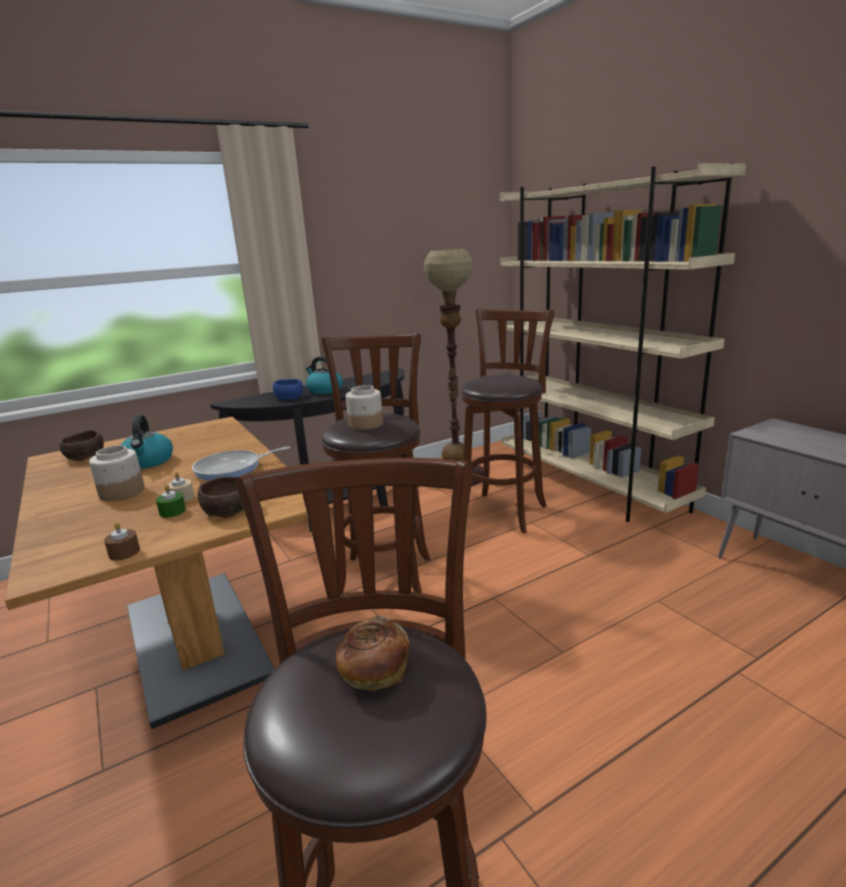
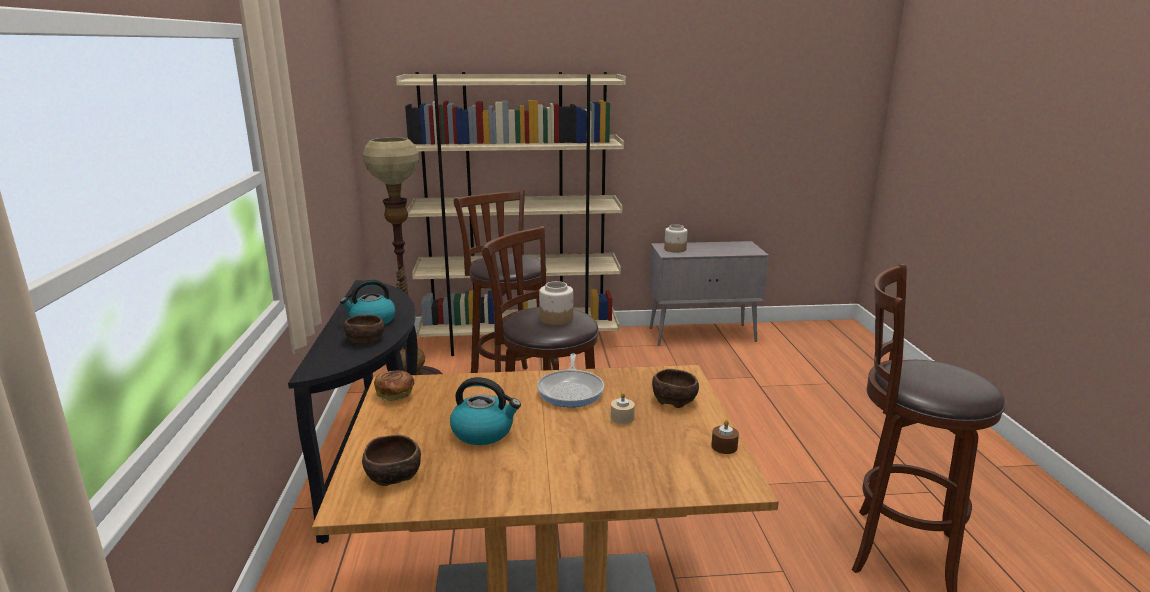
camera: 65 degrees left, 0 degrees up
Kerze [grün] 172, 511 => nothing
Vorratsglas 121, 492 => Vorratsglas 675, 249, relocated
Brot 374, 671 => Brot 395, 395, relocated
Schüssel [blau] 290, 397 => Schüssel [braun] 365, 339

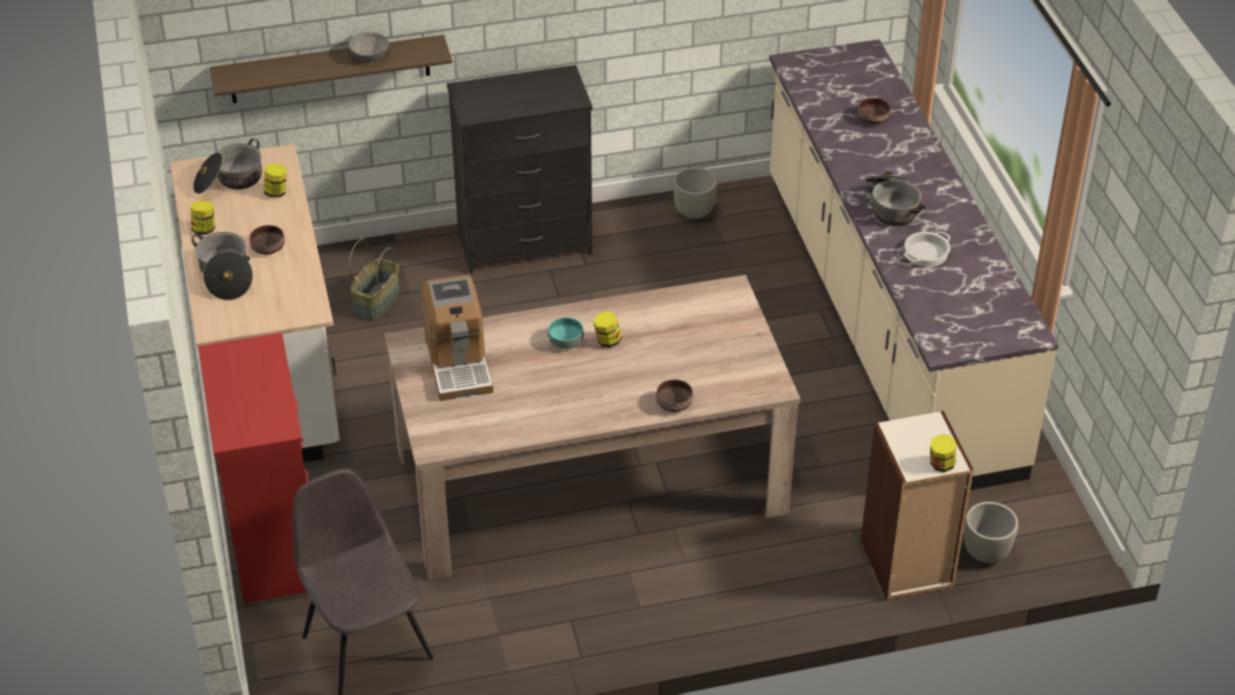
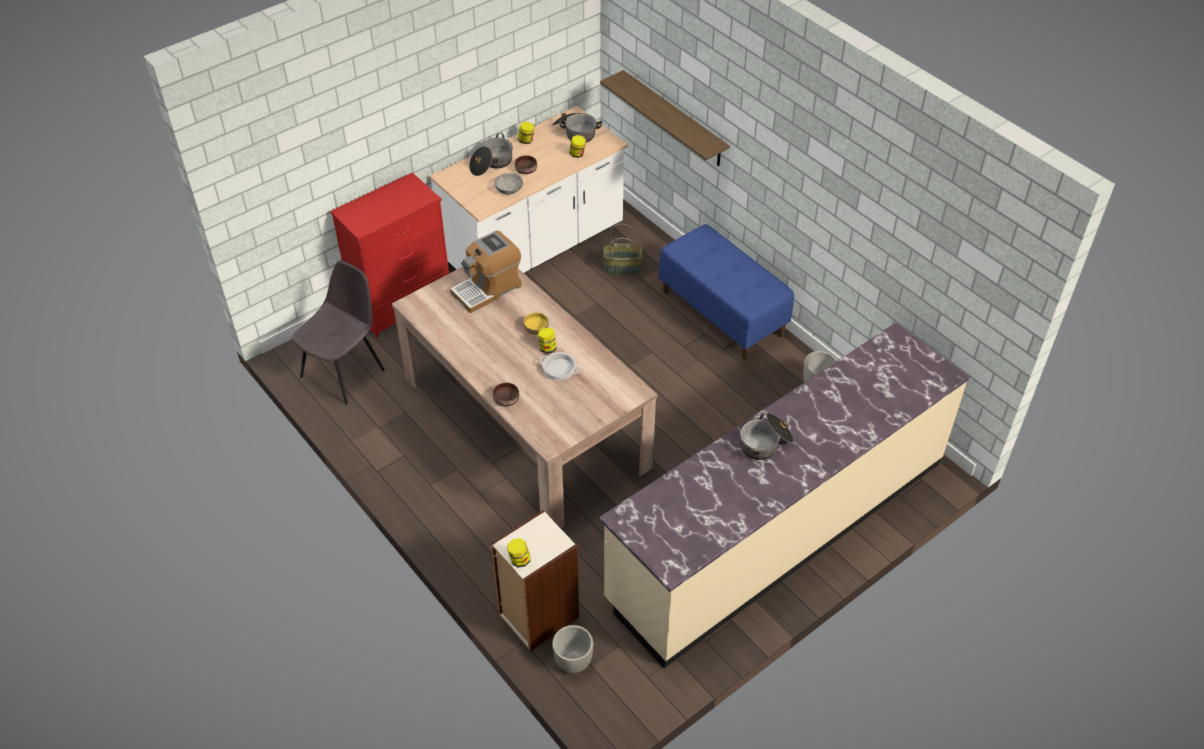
camera: 65 degrees right, 5 degrees up
Schüssel [braun] 874, 118 => nothing
Schüssel [grau] 369, 55 => Schüssel [grau] 508, 189, relocated
Kochtopf 926, 254 => Kochtopf 559, 369, relocated
Kommode [schwarz] 526, 243 => Bank [blau] 723, 313
Schüssel [türkis] 565, 341 => Schüssel [gelb] 535, 329

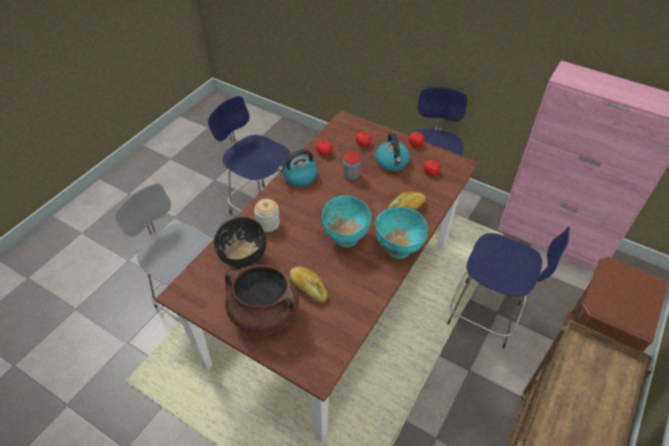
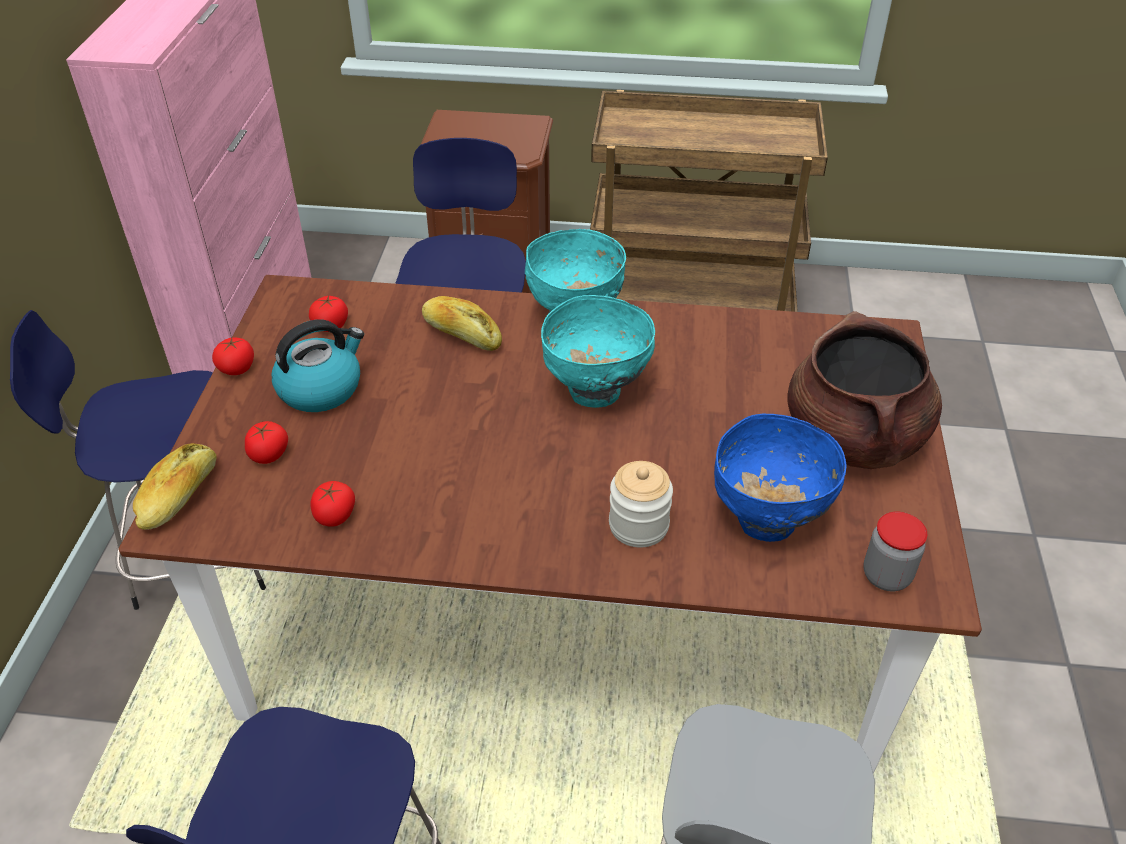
camera: 115 degrees left, 5 degrees down
Wasserkessel 299, 177 => nothing
Brot 308, 287 => Brot 179, 496, relocated
Vorratsglas 351, 175 => Vorratsglas 886, 576, relocated
Schüssel [schwarz] 244, 261 => Schüssel [blau] 767, 520

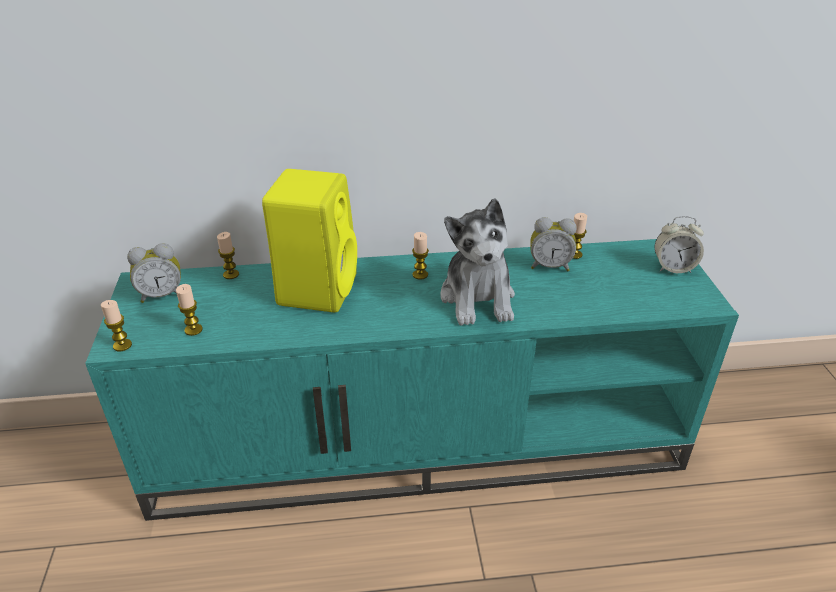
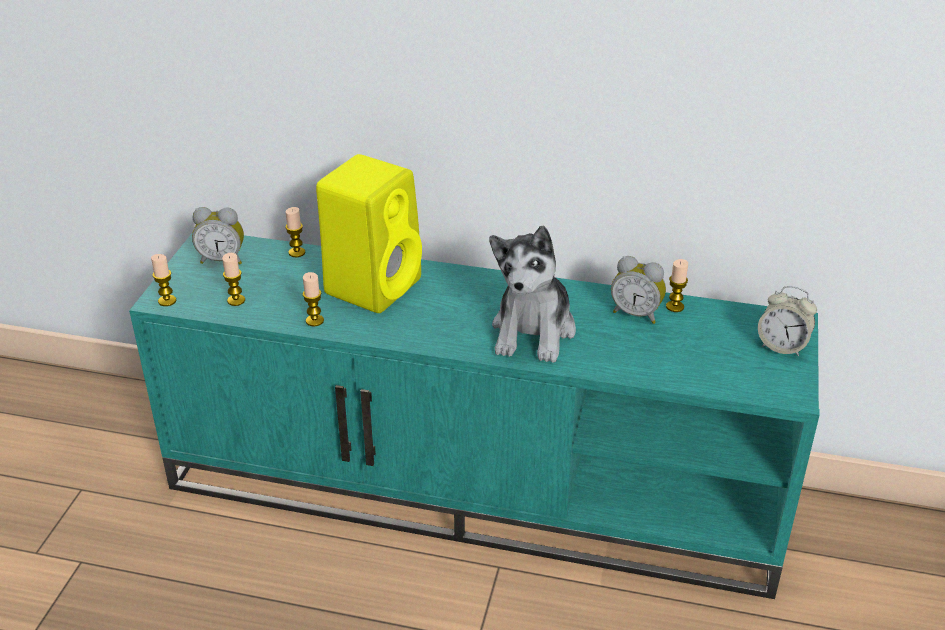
camera: 20 degrees right, 0 degrees up
Kerze 420, 275 => Kerze 314, 321, relocated

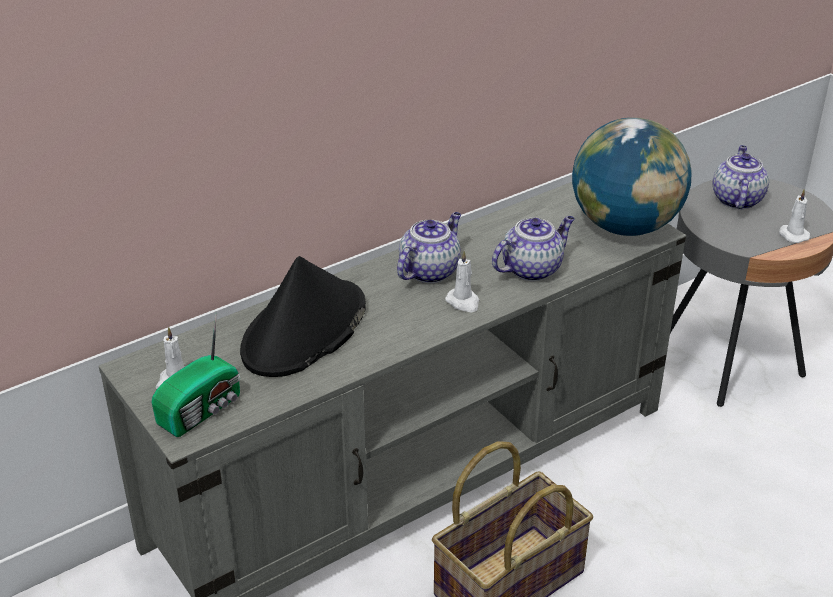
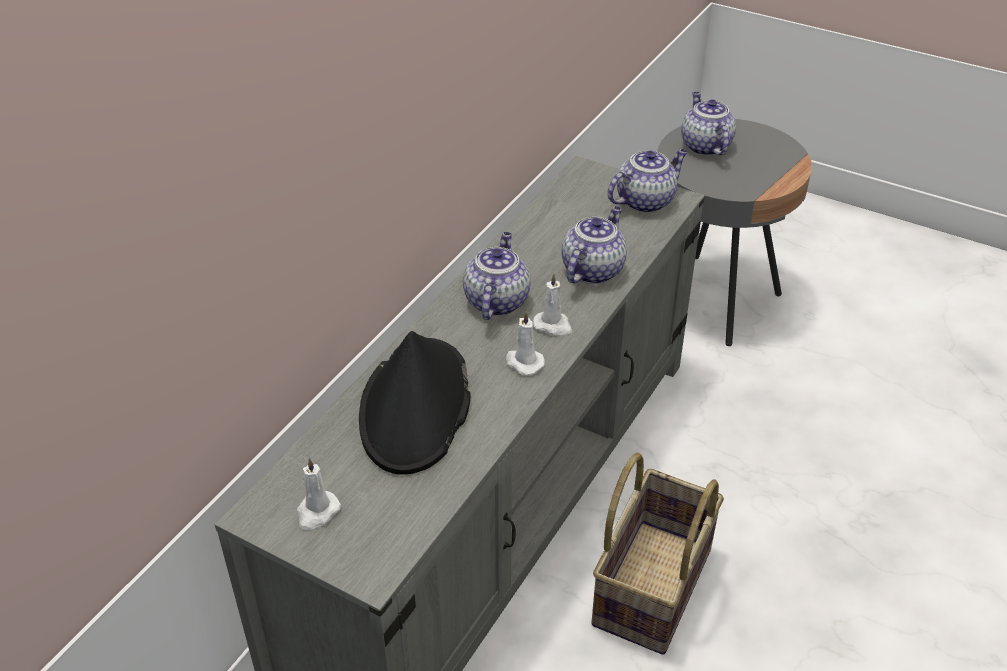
camera: 25 degrees left, 5 degrees up
Radio 203, 410 => nothing
Kerze [weiß] 792, 235 => Kerze [weiß] 523, 362, relocated
Globus 625, 226 => Teekanne 645, 201

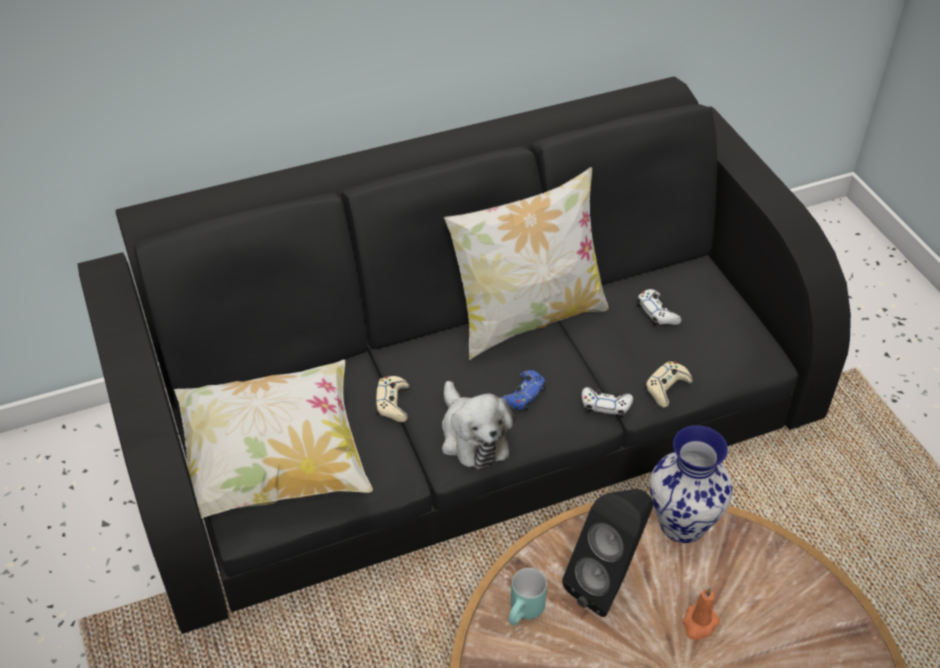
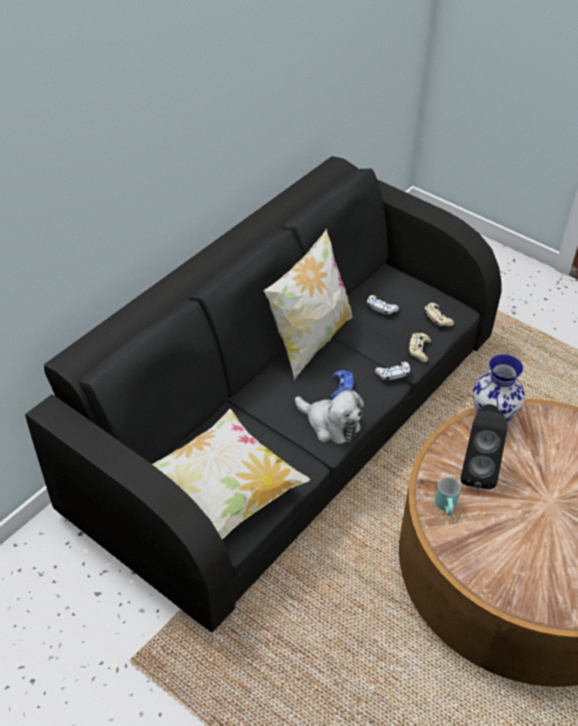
camera: 30 degrees left, 0 degrees up
Kerze [orange] 699, 624 => nothing
Gamepad [beige] 392, 403 => Gamepad [beige] 437, 318, relocated

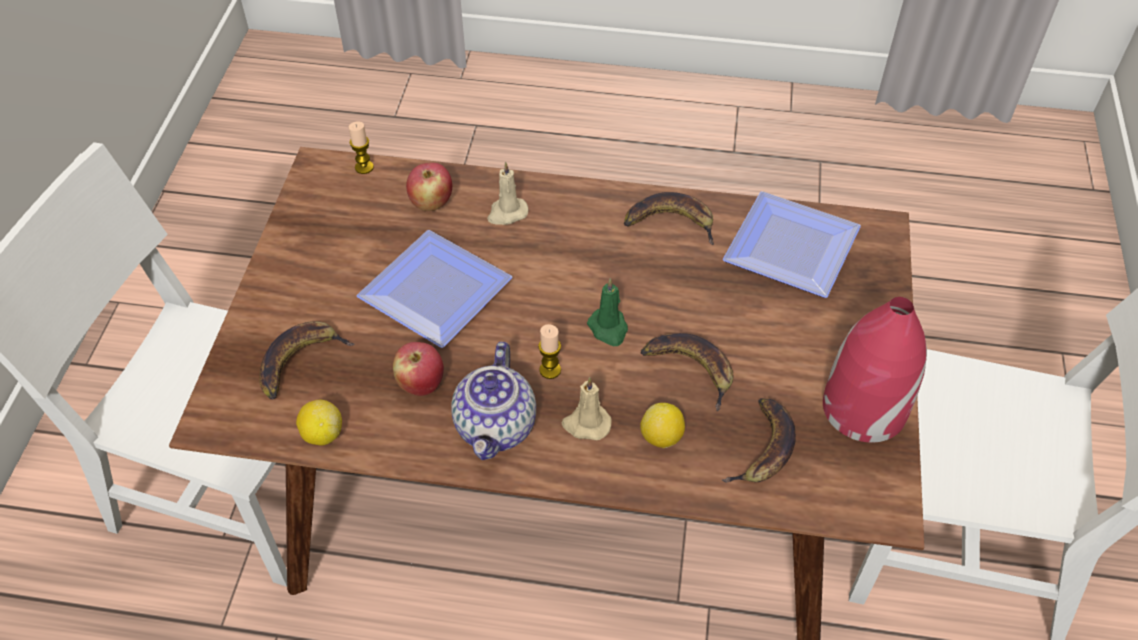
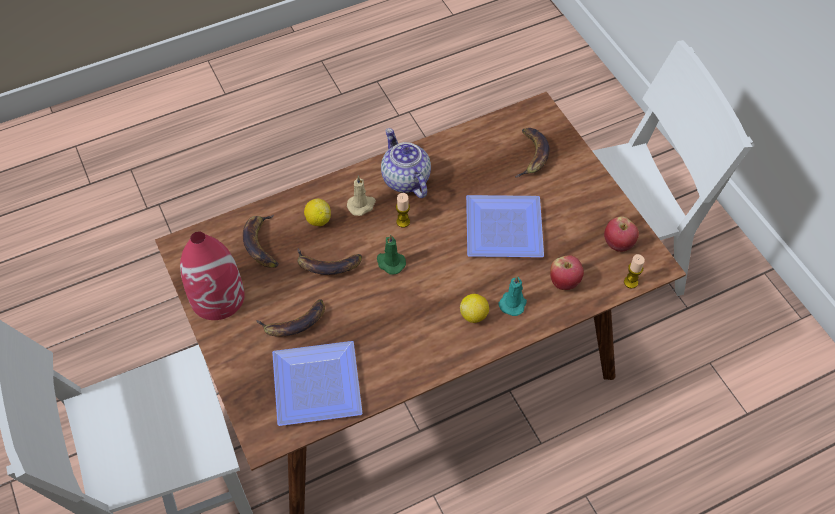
camera: 145 degrees right, 5 degrees up
Zitrone 322, 434 => Zitrone 474, 315, relocated
Apfel 420, 384 => Apfel 618, 244, relocated
Banane 671, 222 => Banane 294, 323, relocated
Kerze [beige] 507, 213 => Kerze [türkis] 513, 302

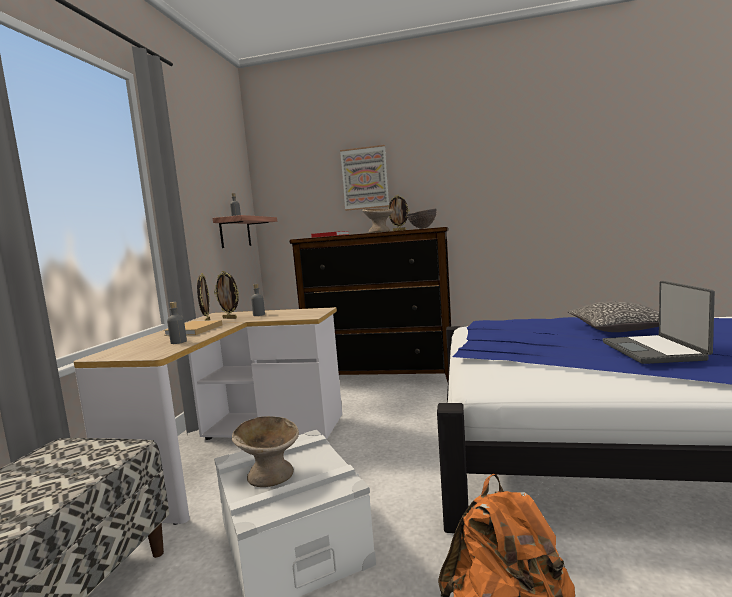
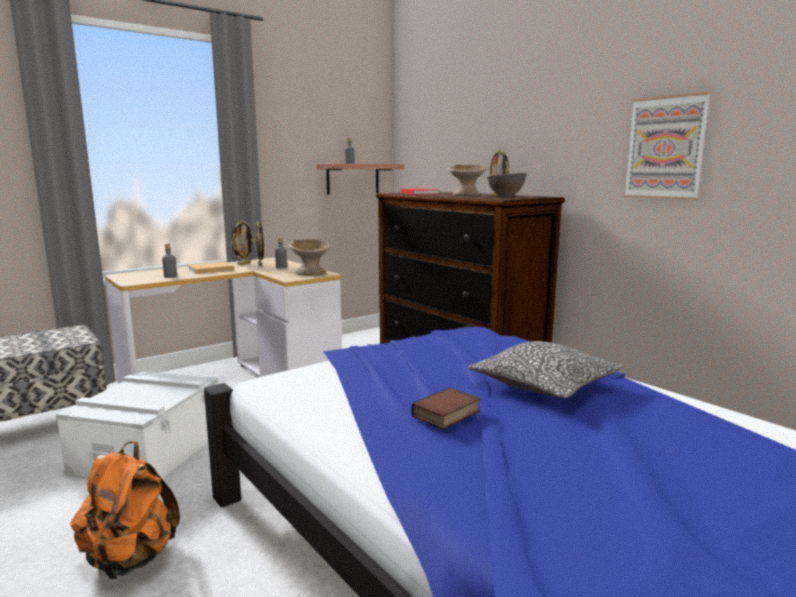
camera: 40 degrees right, 5 degrees up
Schüssel [beige] 270, 474 => Schüssel [beige] 310, 273, relocated
Bild 365, 178 => Bild 665, 148, relocated
Laptop 654, 351 => Buch 447, 415

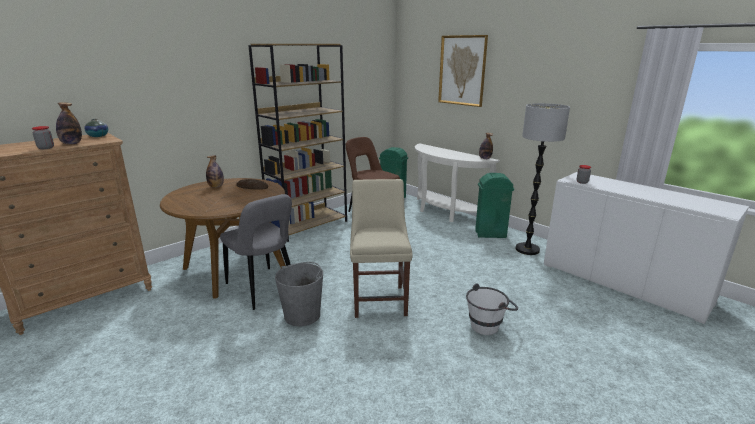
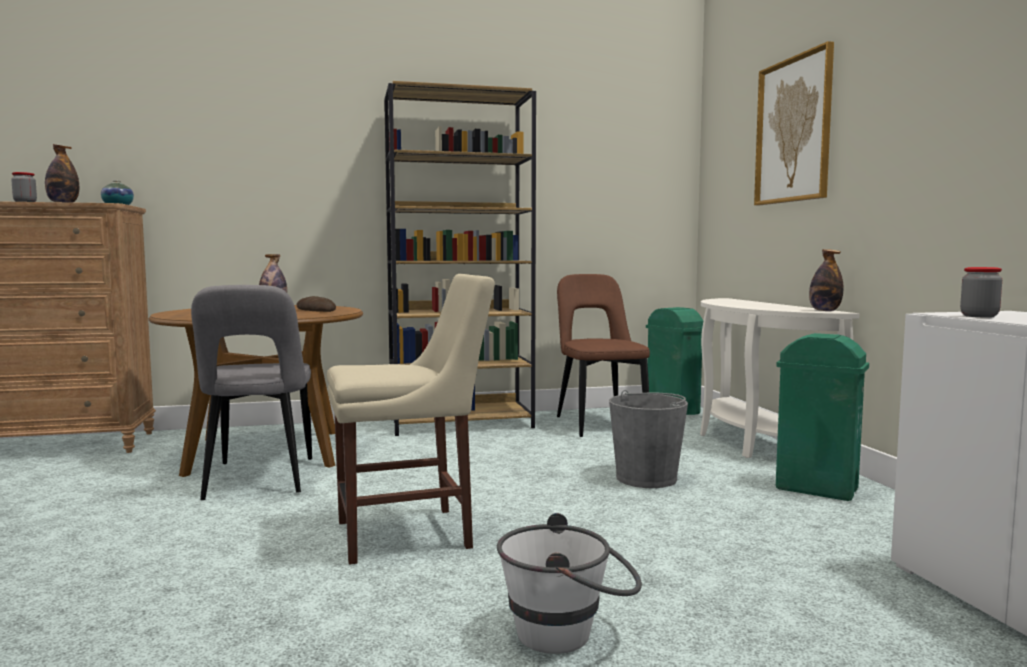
camera: 30 degrees right, 15 degrees down
Stehlampe 527, 250 => nothing
Eimer [grau] 302, 315 => Eimer [grau] 647, 478, relocated
Stuhl [beige] 380, 299 => Stuhl [beige] 411, 534, 45 degrees clockwise

